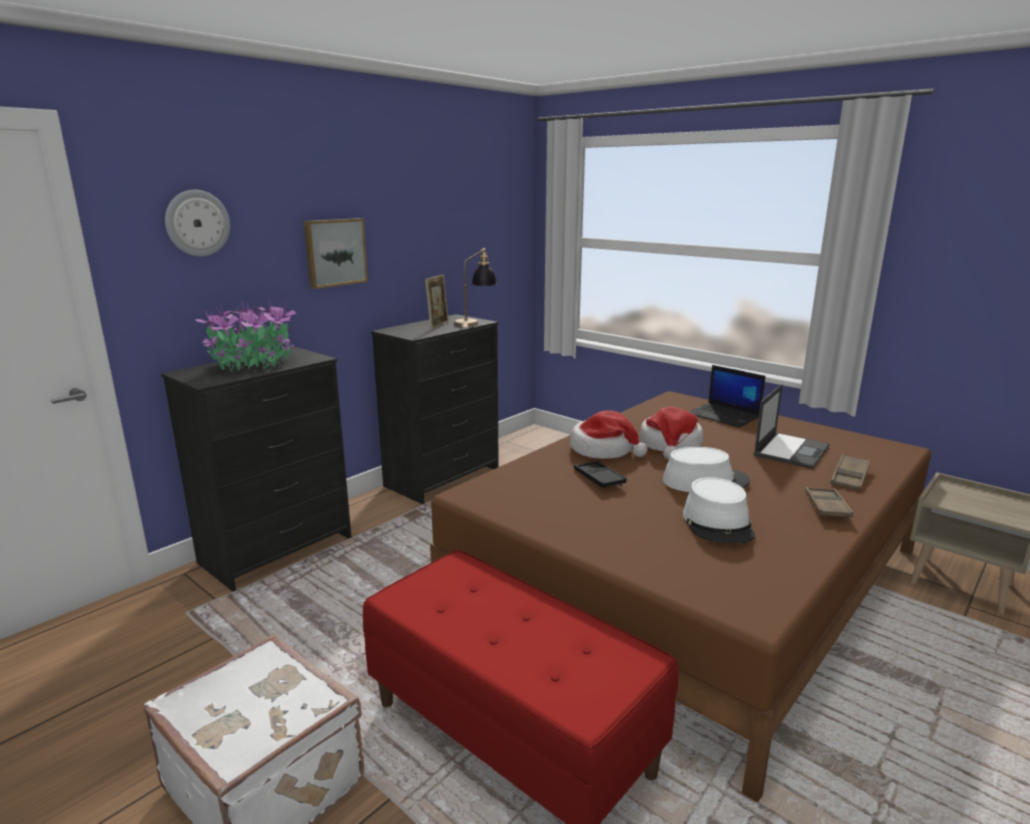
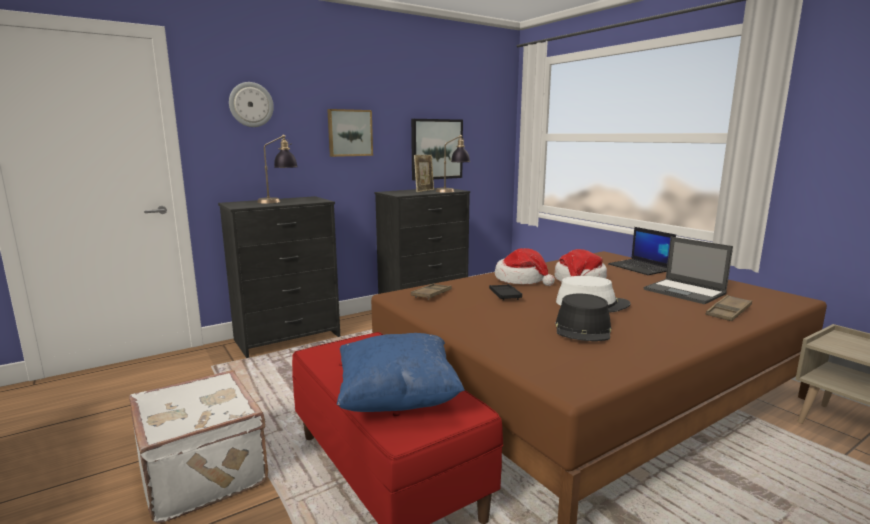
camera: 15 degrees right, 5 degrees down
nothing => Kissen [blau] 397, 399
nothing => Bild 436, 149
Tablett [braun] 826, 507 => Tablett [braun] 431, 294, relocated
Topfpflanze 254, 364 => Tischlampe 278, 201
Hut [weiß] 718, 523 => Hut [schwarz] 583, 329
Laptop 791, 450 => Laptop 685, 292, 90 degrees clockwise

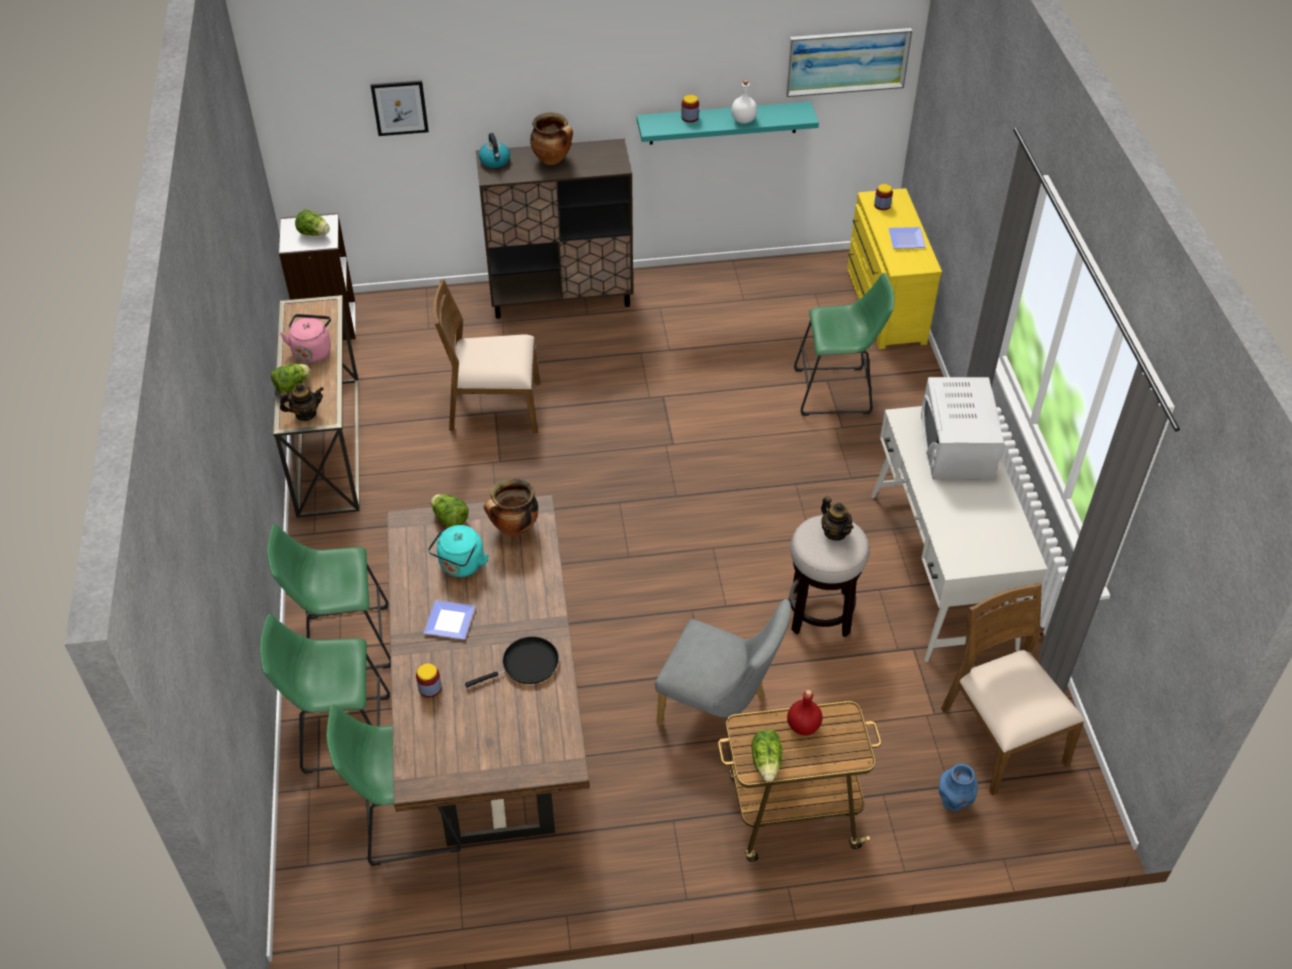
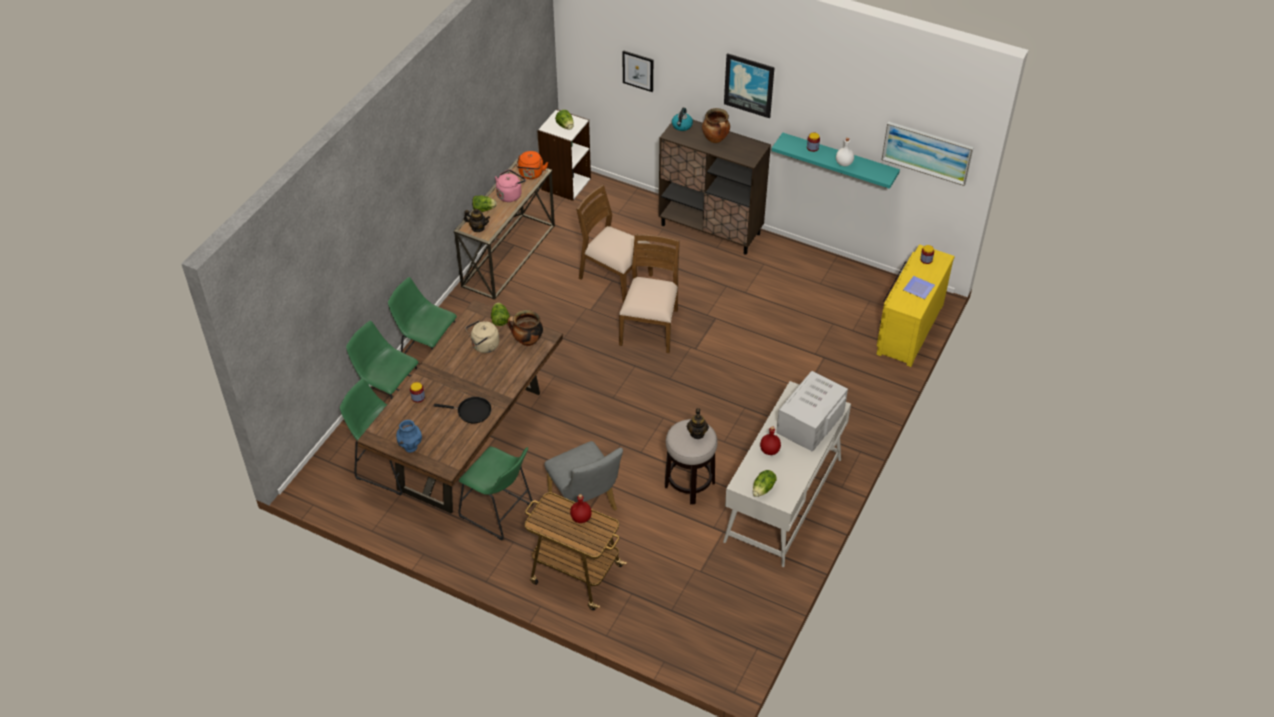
camera: 35 degrees right, 0 degrees up
Teller 451, 620 => nothing
nothing => Wasserkessel [orange] 531, 174
nothing => Bild 749, 85
nothing => Flasche [rot] 769, 451
Salatkopf 767, 762 => Salatkopf 763, 489, relocated
Hocker [grün] 837, 392 => Hocker [grün] 499, 513, relocated
Vase [blau] 953, 802 => Vase [blau] 410, 447, relocated
Stuhl [braun] 1001, 736 => Stuhl [braun] 650, 327, relocated
Wasserkessel [türkis] 460, 566 => Wasserkessel [beige] 484, 346

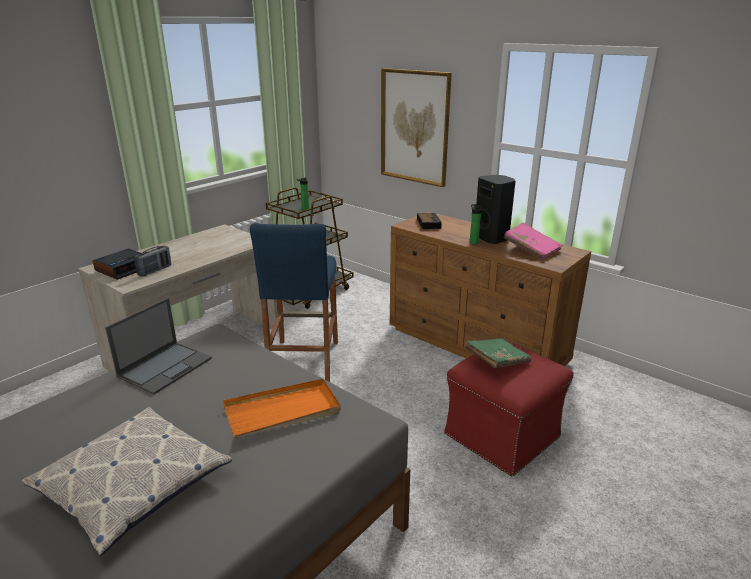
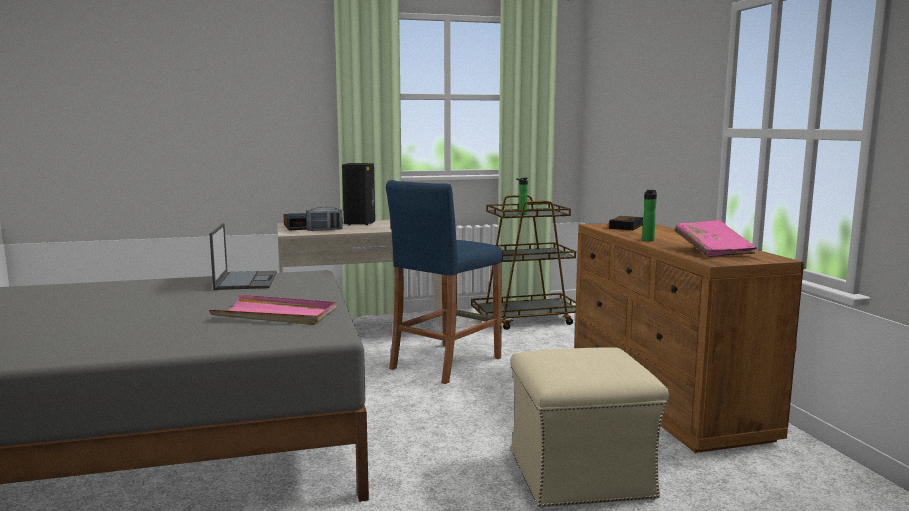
camera: 35 degrees right, 15 degrees down
Kissen 133, 484 => nothing
Bild 414, 127 => nothing
Buch [grün] 497, 361 => nothing
Lautsprecher [schwarz] 492, 238 => Lautsprecher [schwarz] 360, 223, relocated
Tablett [orange] 283, 411 => Tablett [rosa] 276, 315
Polsterhocker [rot] 502, 435 => Polsterhocker [beige] 581, 474
Laptop 166, 367 => Laptop 246, 280, 75 degrees counterclockwise

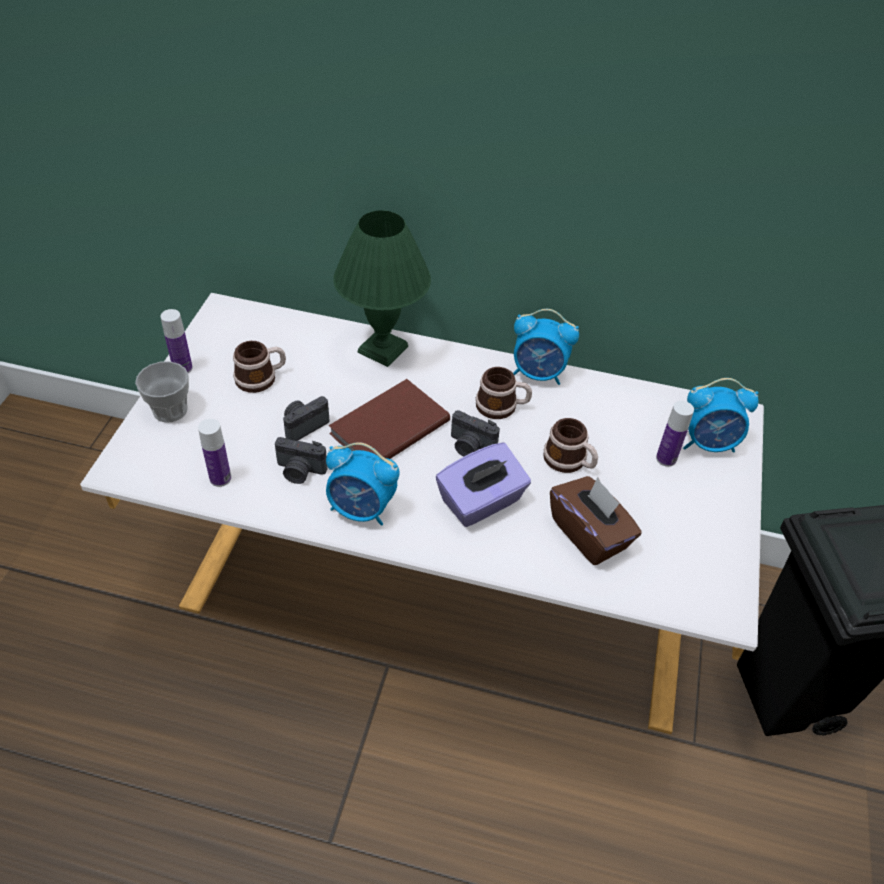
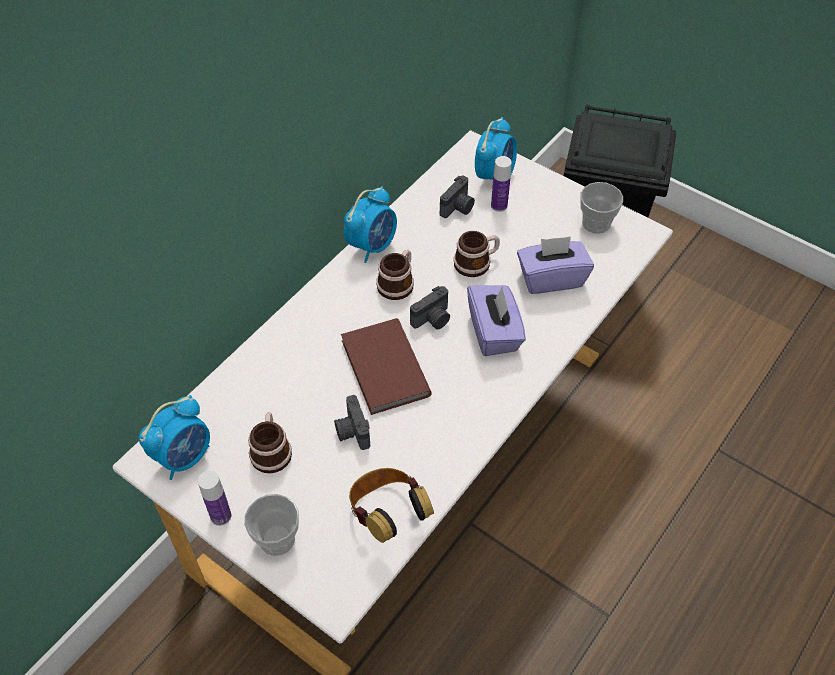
camera: 65 degrees left, 5 degrees up
Tischlampe [grün] 382, 350 => nothing
nothing => Tasse 596, 223
Kamera 300, 471 => Kamera 458, 208, relocated
Wecker 361, 510 => Wecker 184, 456, relocated
Flasche 220, 478 => Kopfhörer 387, 514
Taschentuchbox [braun] 589, 534 => Taschentuchbox [lila] 551, 278

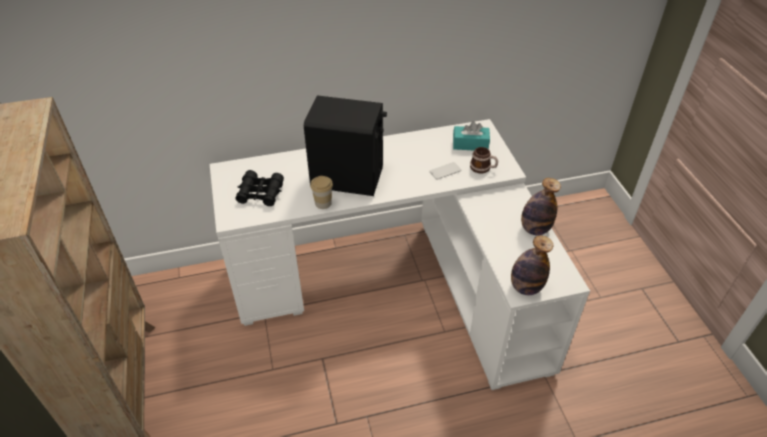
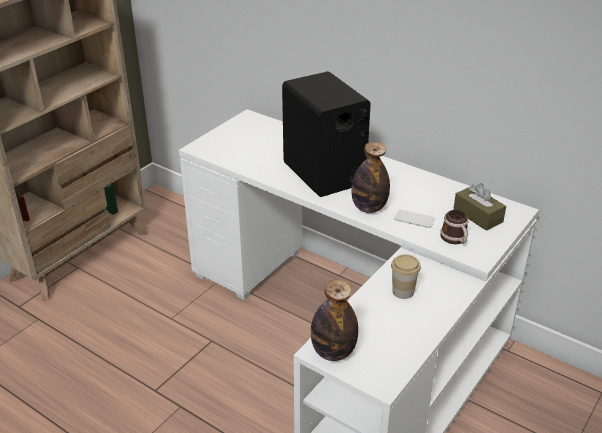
camera: 50 degrees right, 10 degrees down
Fernglas [schwarz] 260, 193 => nothing
Tasse 323, 203 => Tasse 403, 291, relocated
Flasche 534, 229 => Flasche 369, 208, relocated
Taschentuchbox [türkis] 470, 144 => Taschentuchbox [braun] 478, 215

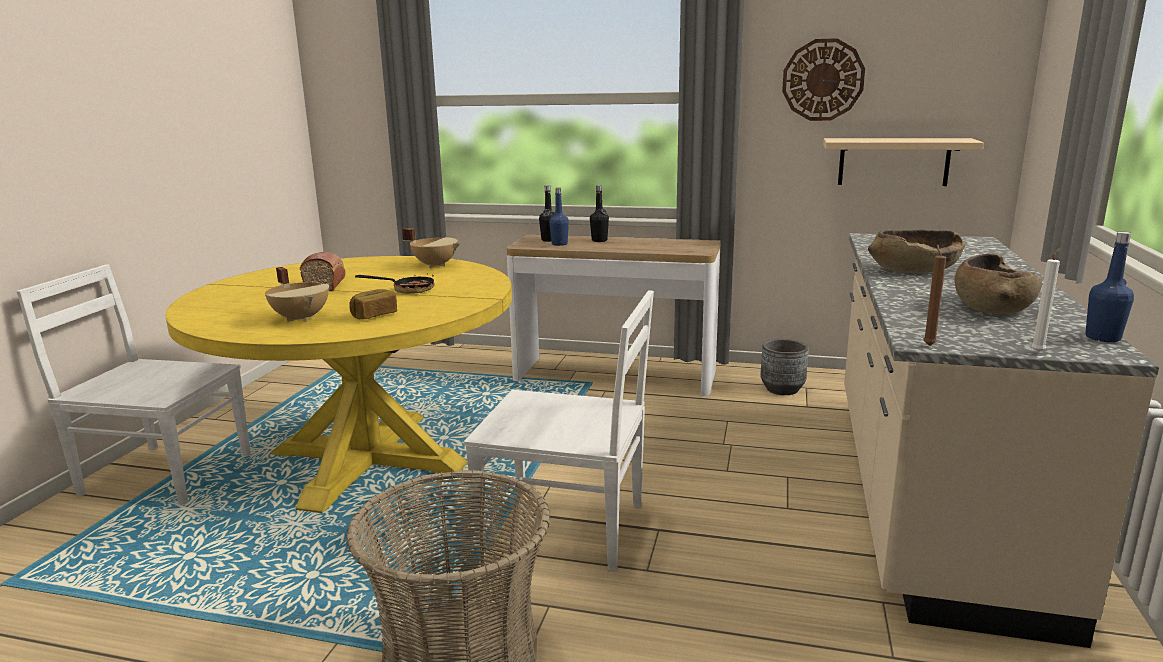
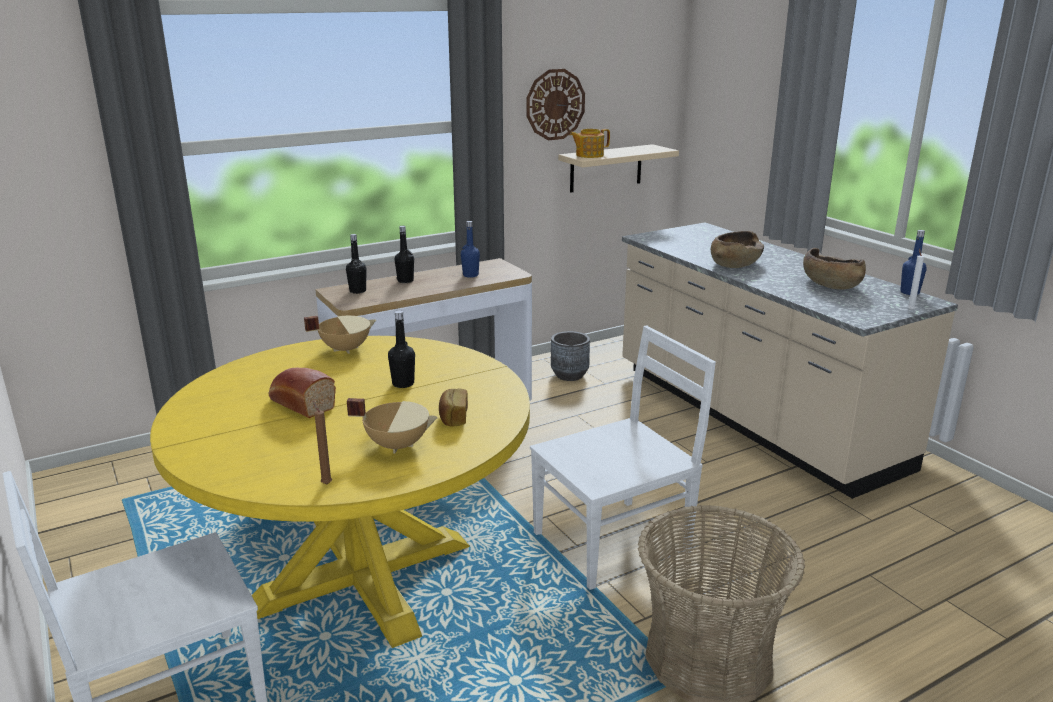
camera: 45 degrees left, 5 degrees up
nothing => Teekanne 589, 155
Flasche [blau] 559, 244 => Flasche [blau] 470, 275, relocated
Kerze [braun] 928, 345 => Kerze [braun] 325, 483, relocated
Pfanne 407, 290 => Flasche [schwarz] 403, 383

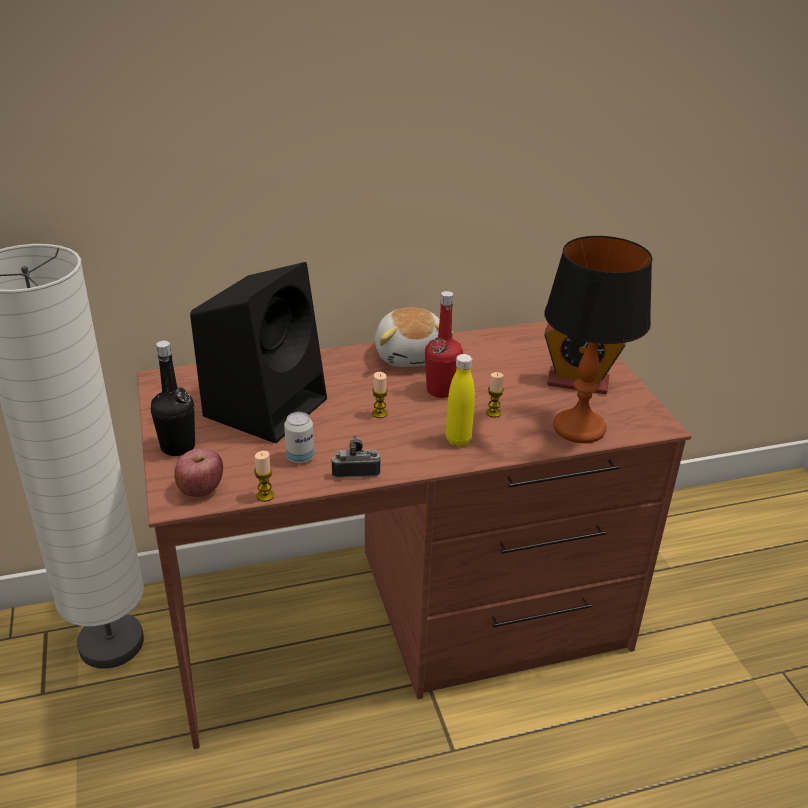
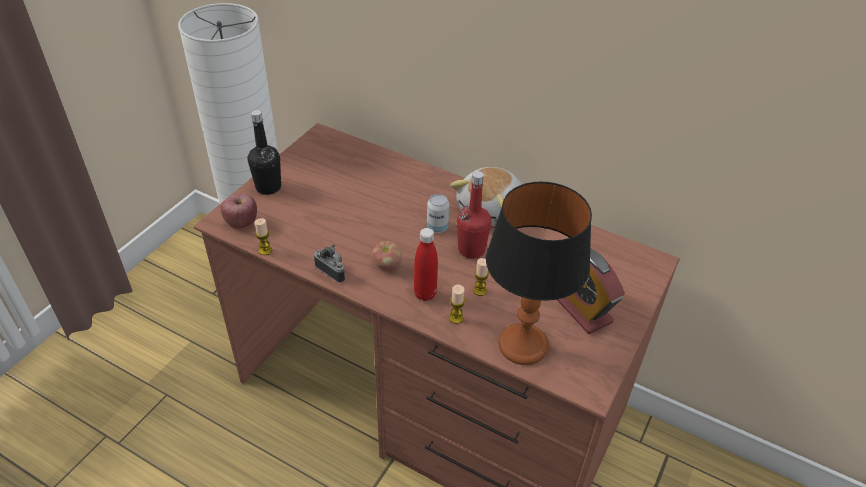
camera: 45 degrees right, 10 degrees up
Lautsprecher [schwarz] 267, 405 => nothing
nothing => Apfel 387, 265
Dose 300, 457 => Dose 437, 228, relocated
Kerze 379, 413 => Kerze 456, 318, relocated
Flasche [gelb] 458, 440 => Flasche [rot] 425, 294

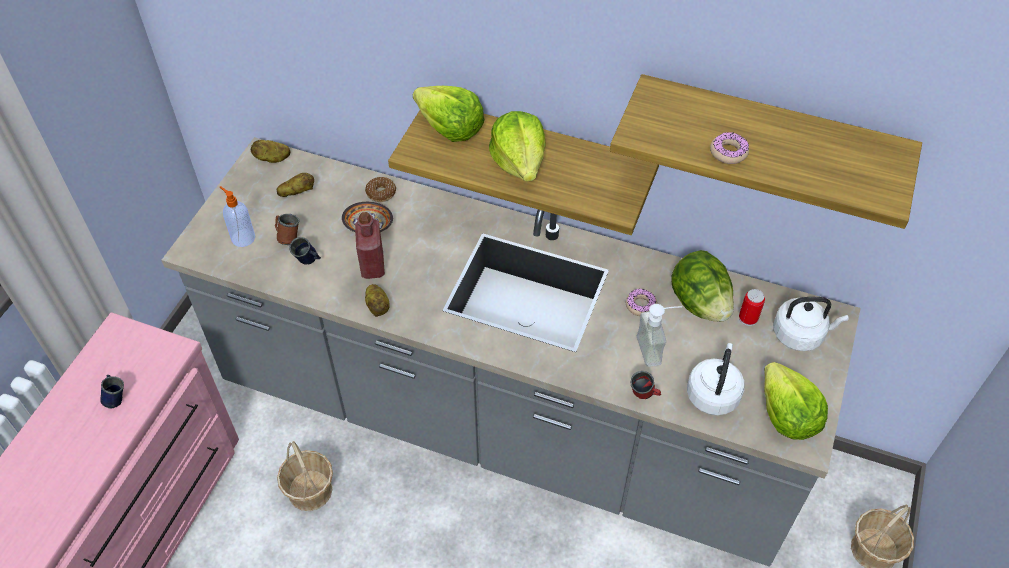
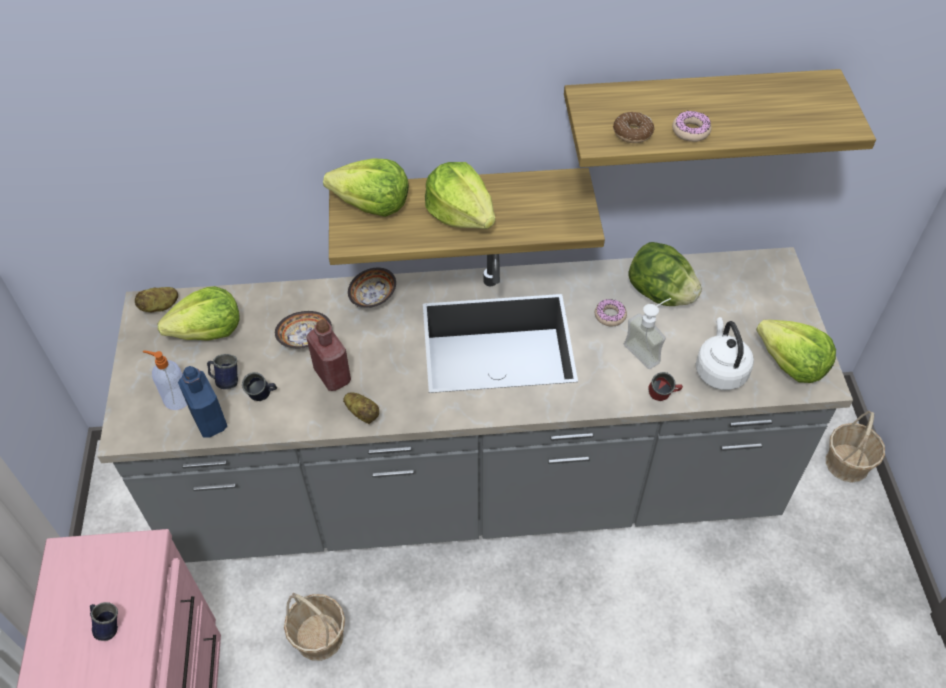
camera: 25 degrees left, 0 degrees up
Dose 748, 318 => nothing
Wasserkessel [weiß] 800, 334 => nothing
nothing => Flasche [blau] 209, 421
nothing => Schüssel 372, 297
Donut 381, 193 => Donut 632, 133, relocated
Kartoffel 297, 192 => Salatkopf 208, 331
Henkelbecher [braun] 287, 237 => Henkelbecher [blau] 225, 380

